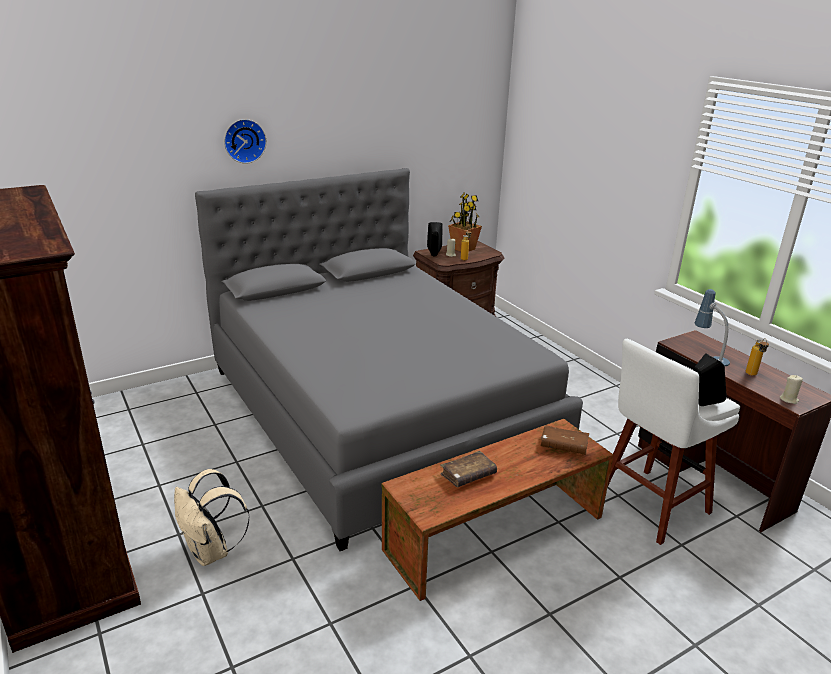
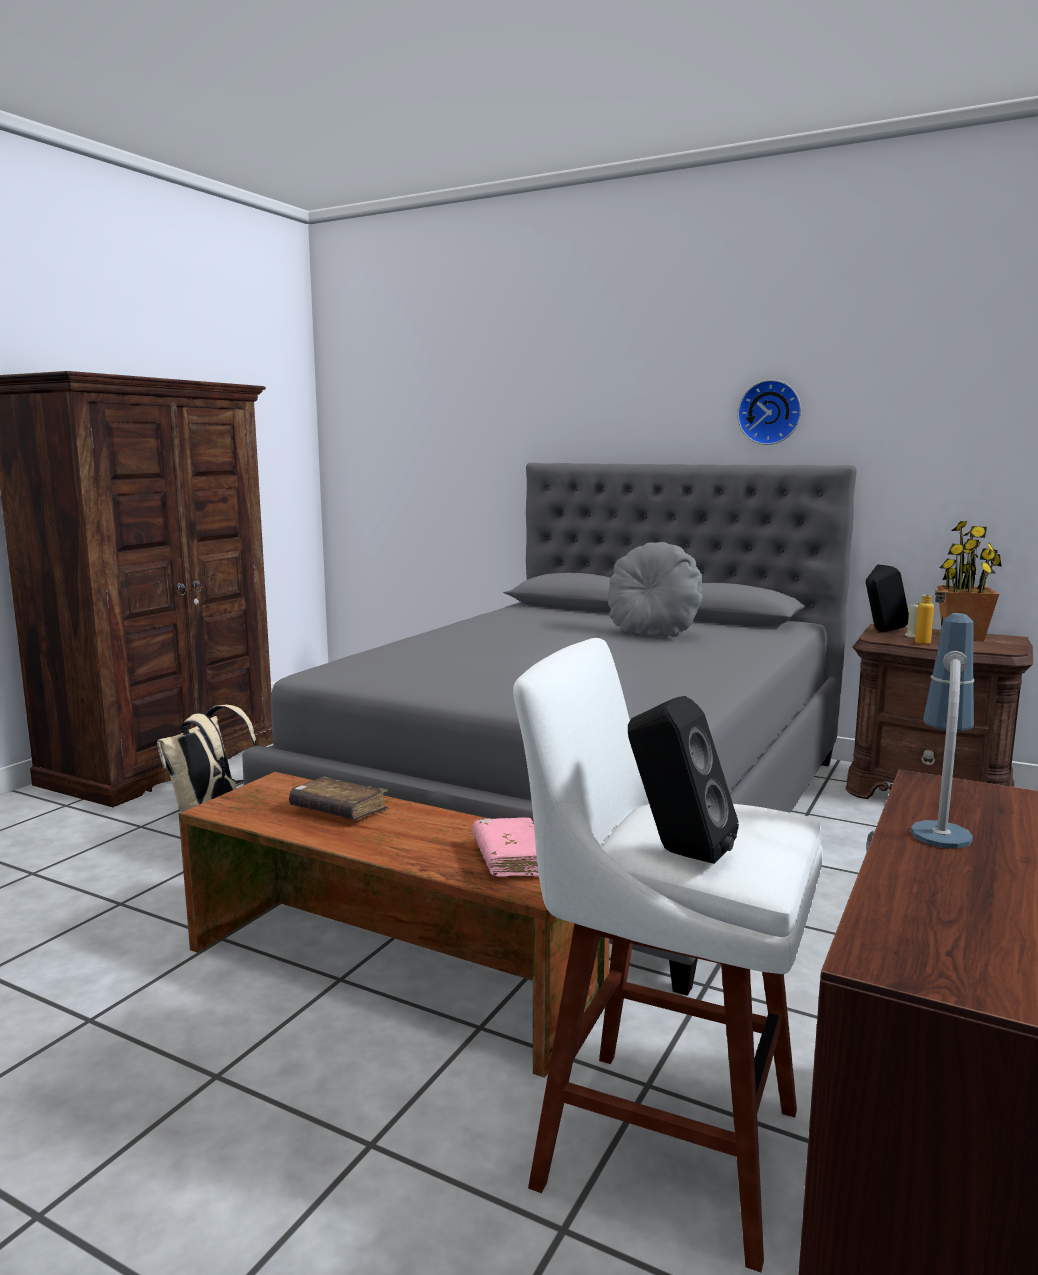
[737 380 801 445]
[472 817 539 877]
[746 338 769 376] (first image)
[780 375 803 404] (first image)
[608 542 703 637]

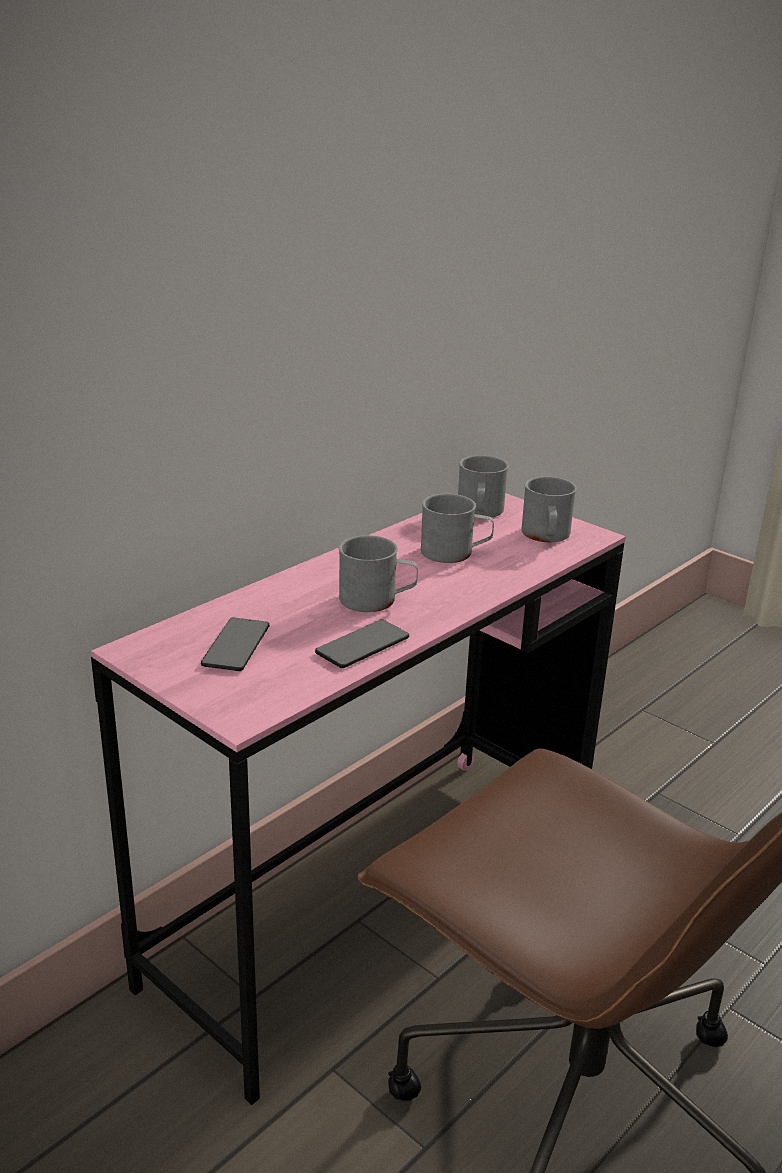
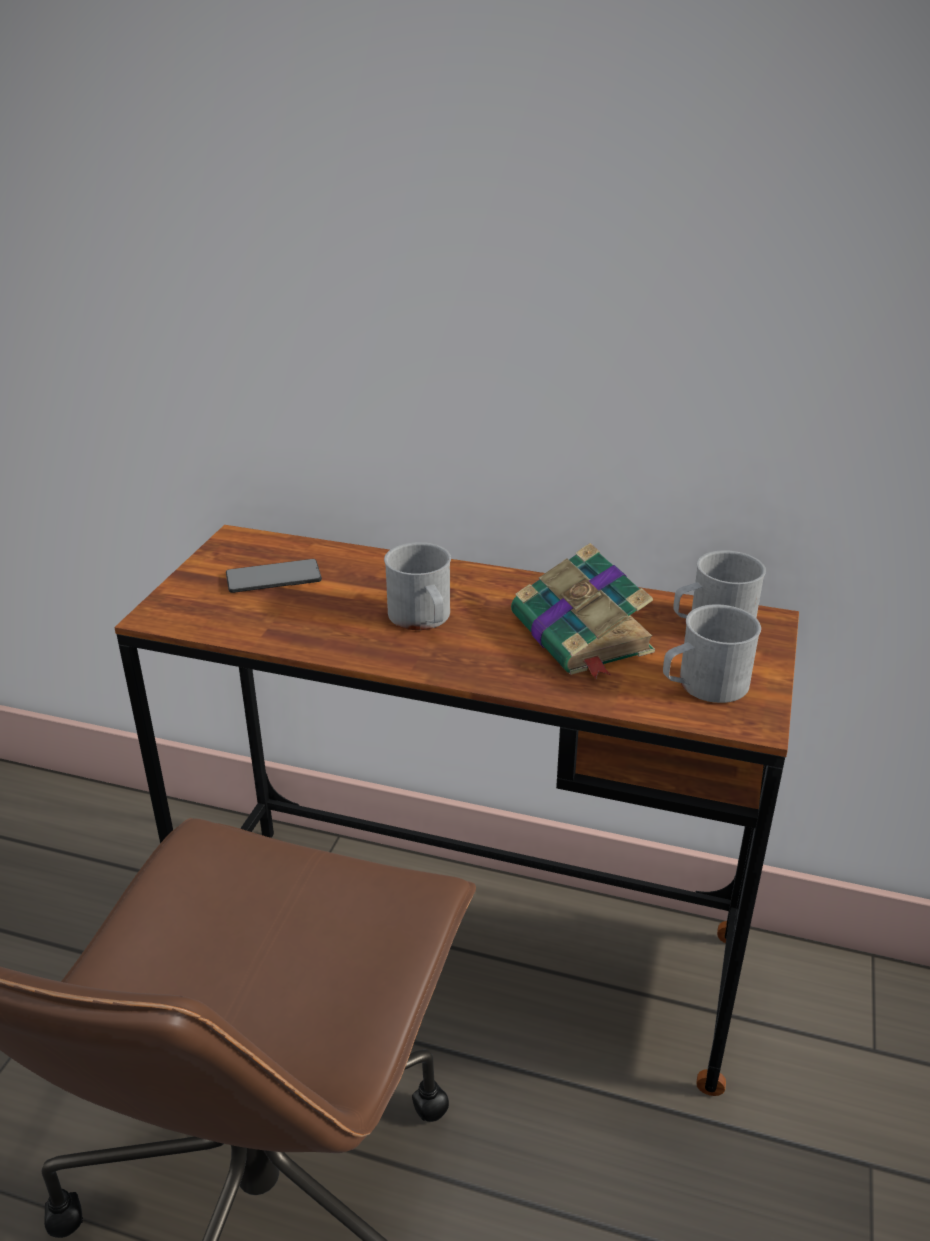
[114 525 799 1096]
[315 620 409 668] (first image)
[511 543 655 678]

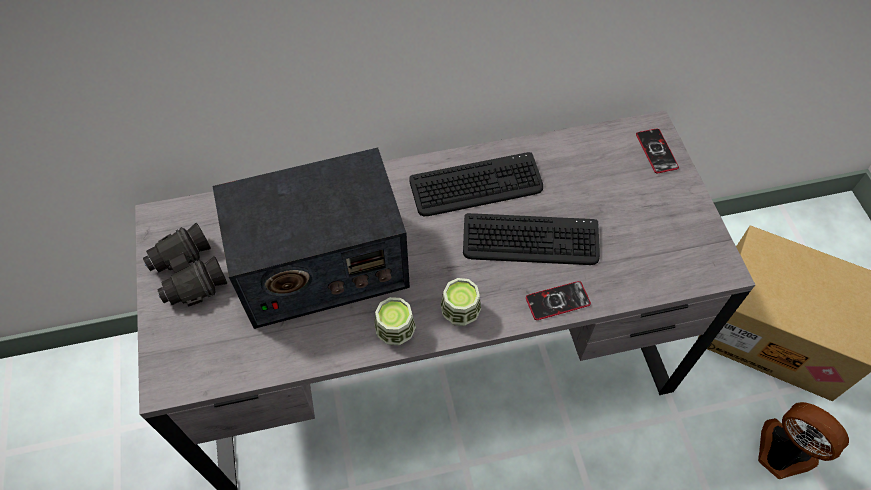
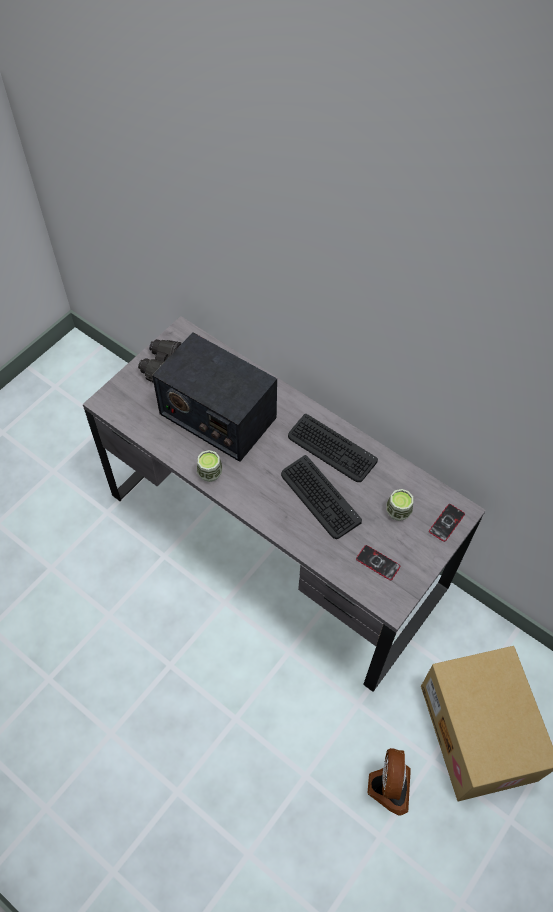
[386 489 413 521]
[356 545 400 580]

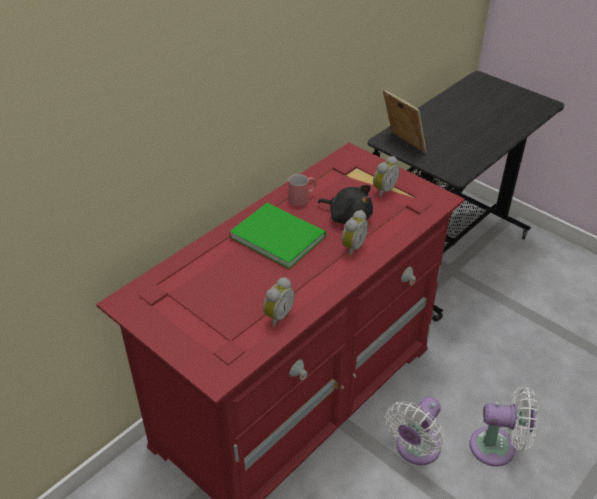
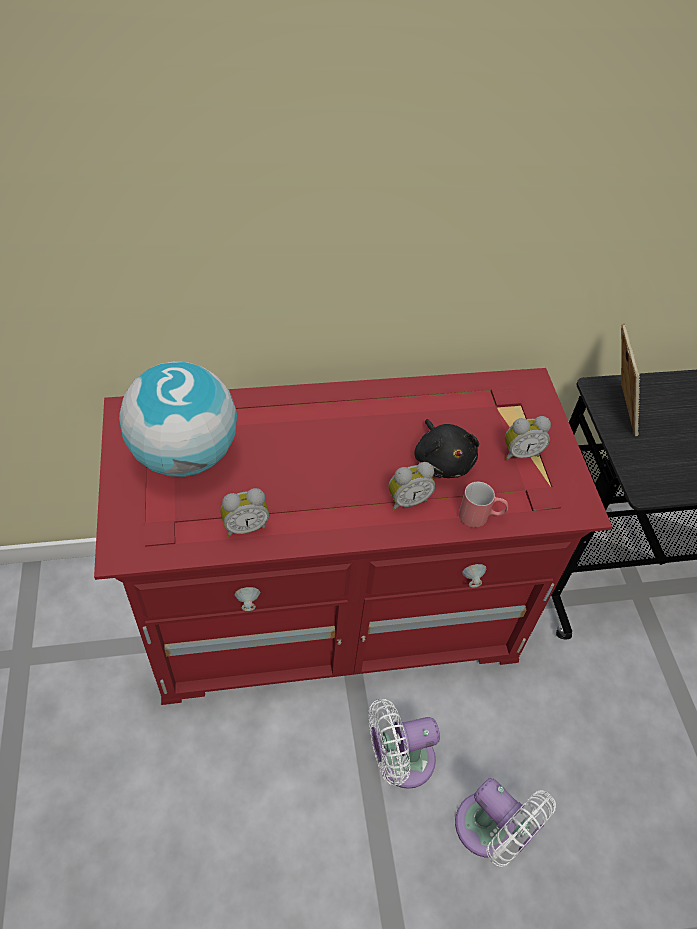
[230 203 326 269] (first image)
[459 482 508 527]
[119 362 237 477]

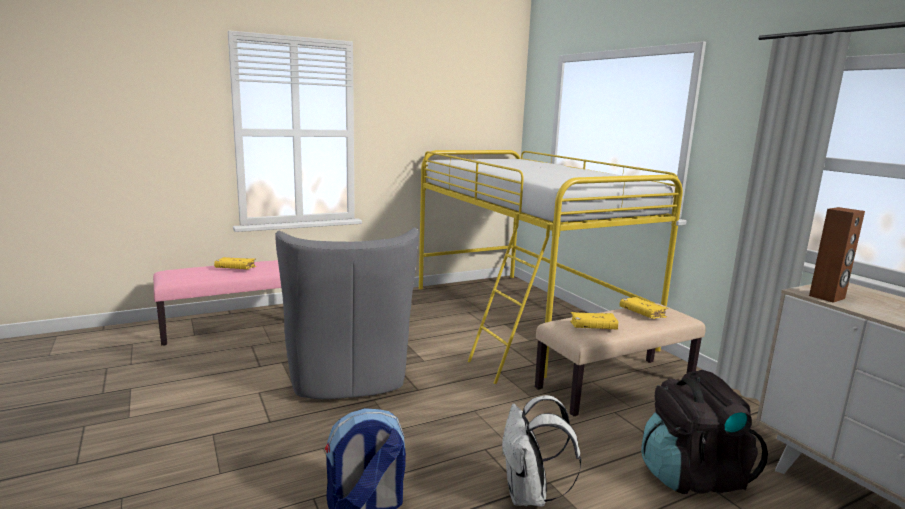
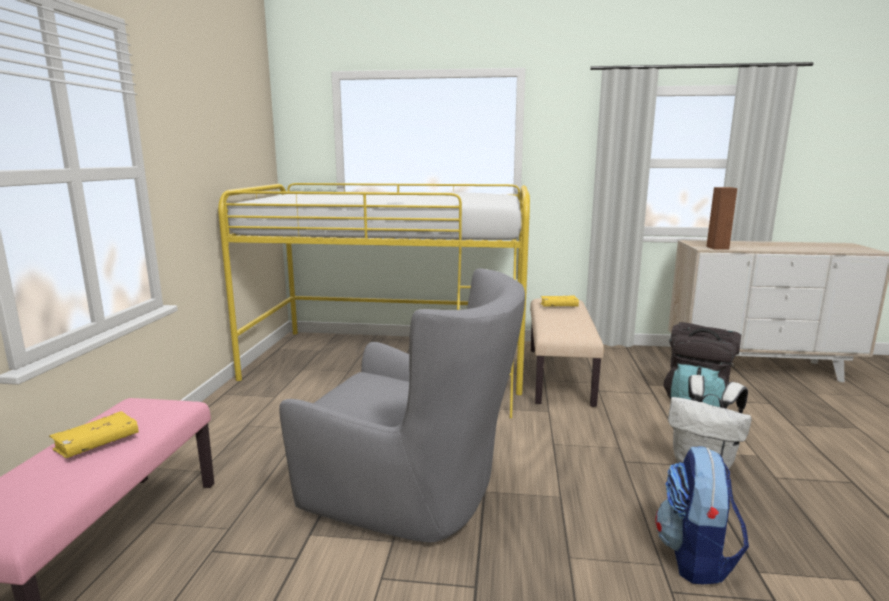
[570 312 619 330] (first image)

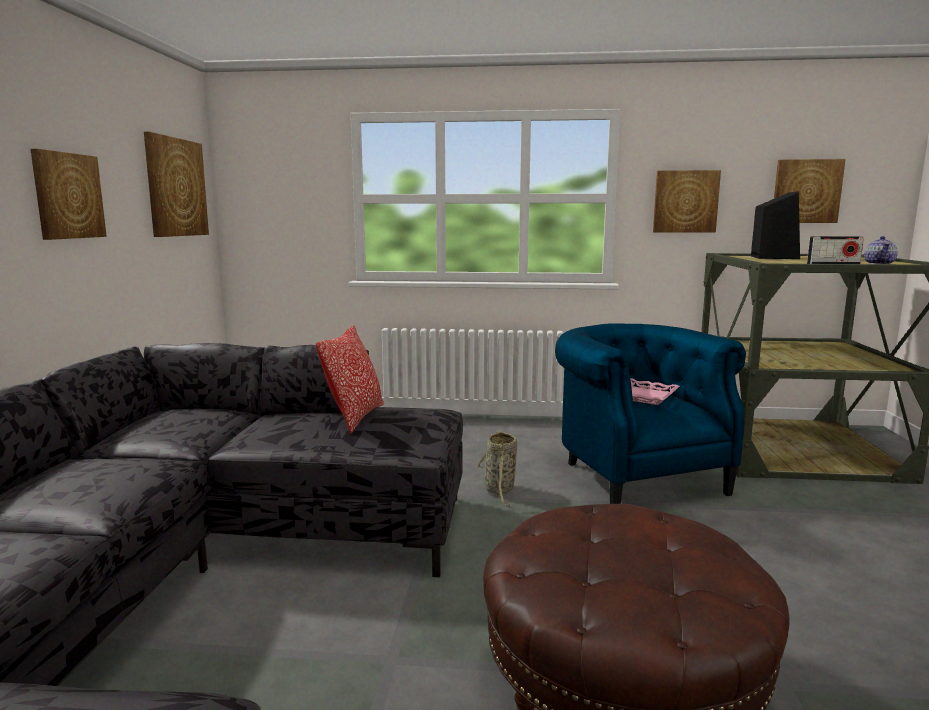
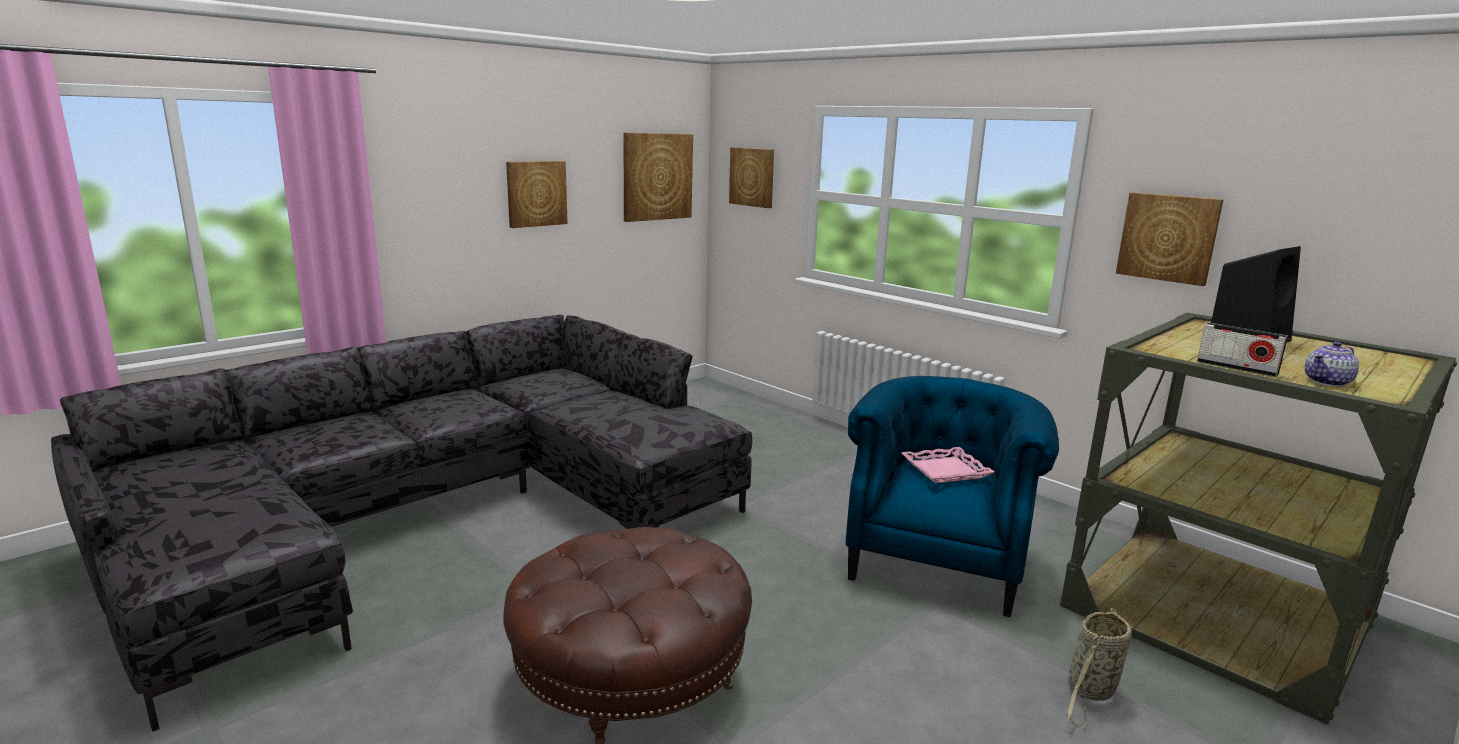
[316 325 384 434] (first image)
[1067 608 1132 728]
[729 147 774 208]

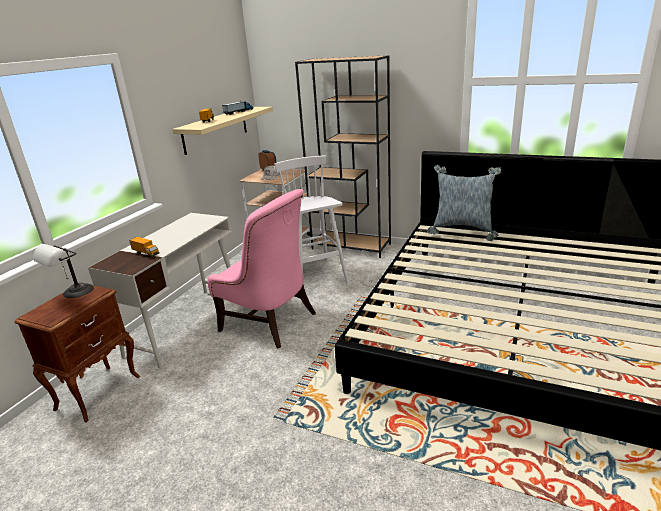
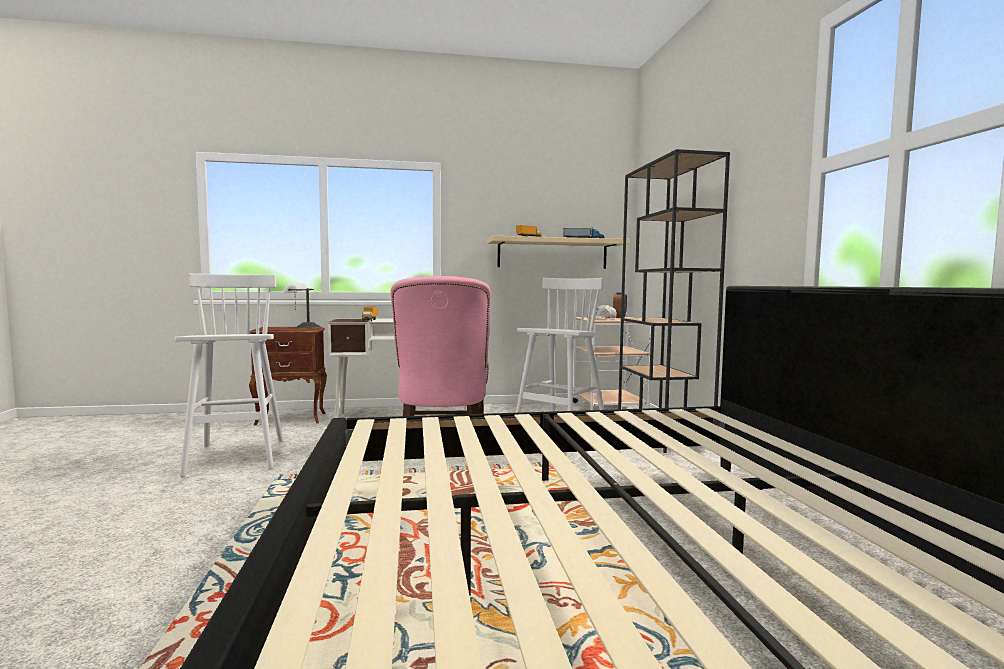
[427 165 501 241] (first image)
[175 273 283 477]

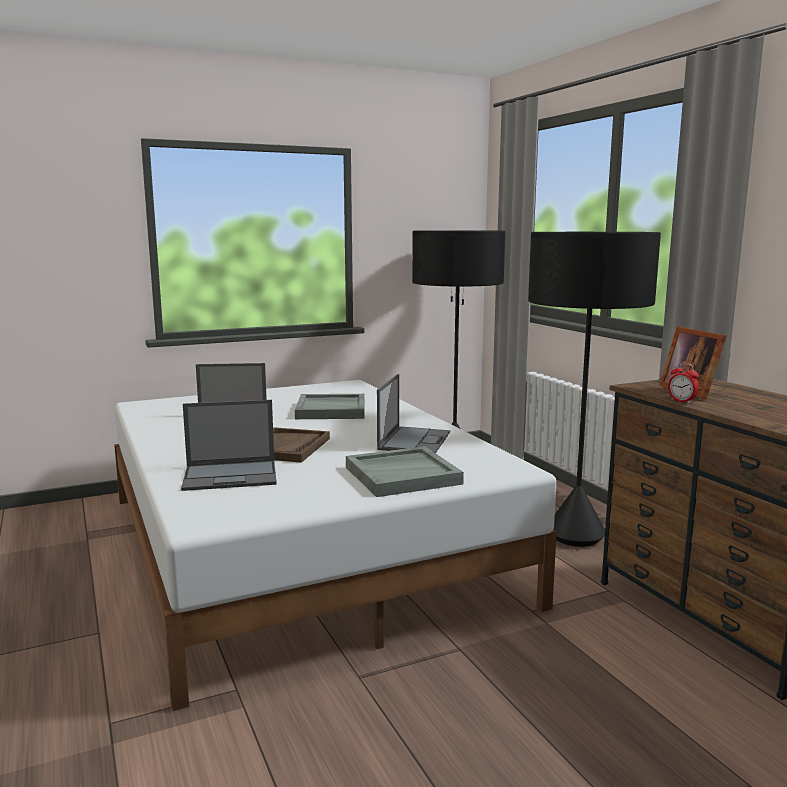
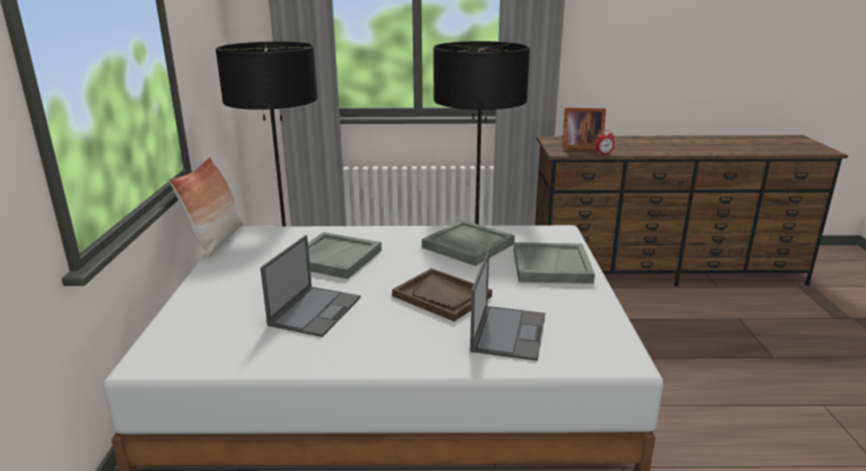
[422 220 515 266]
[169 157 243 258]

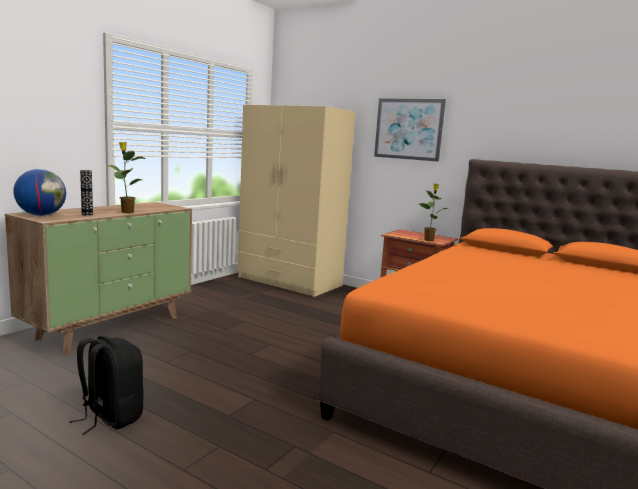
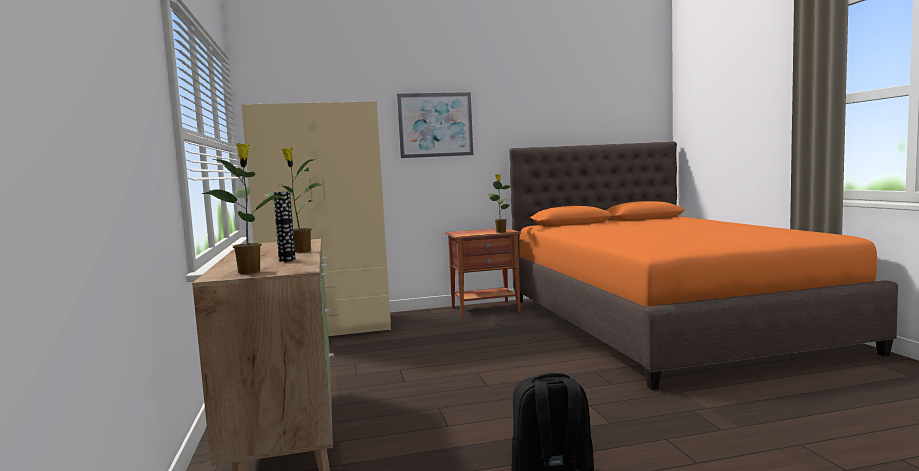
[201 143 283 274]

